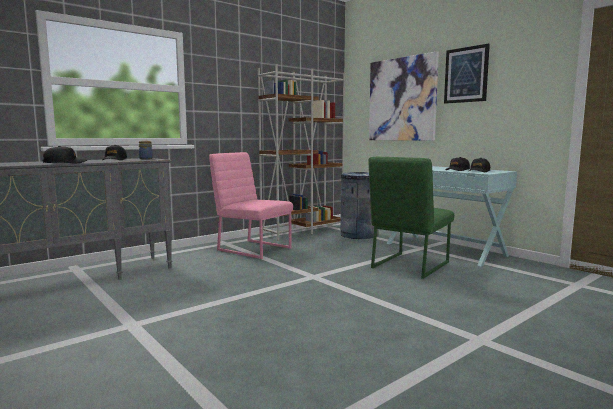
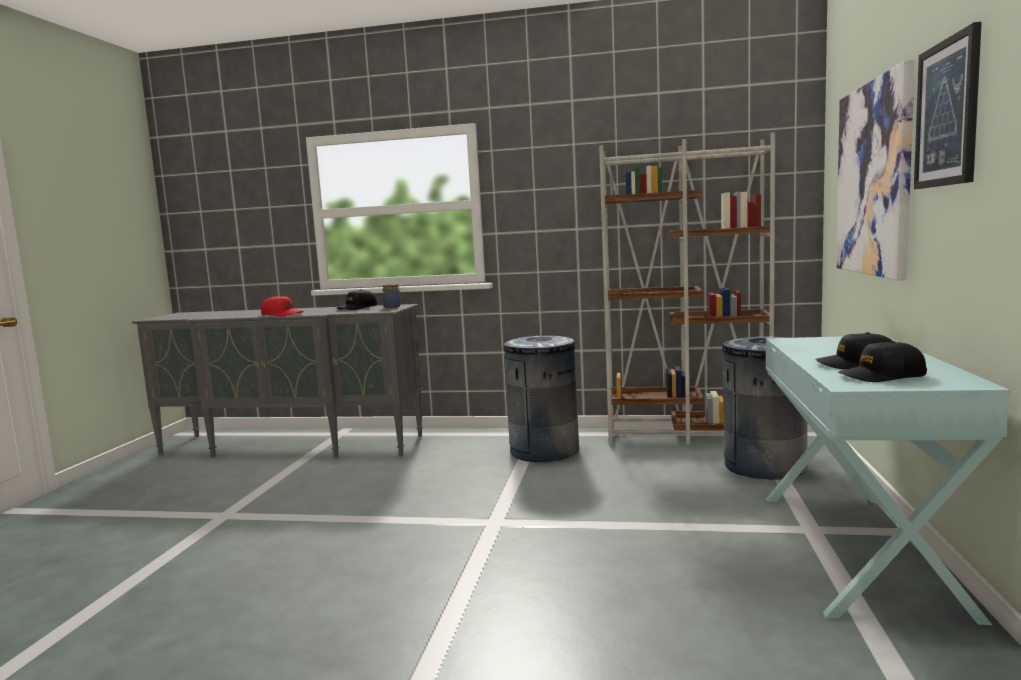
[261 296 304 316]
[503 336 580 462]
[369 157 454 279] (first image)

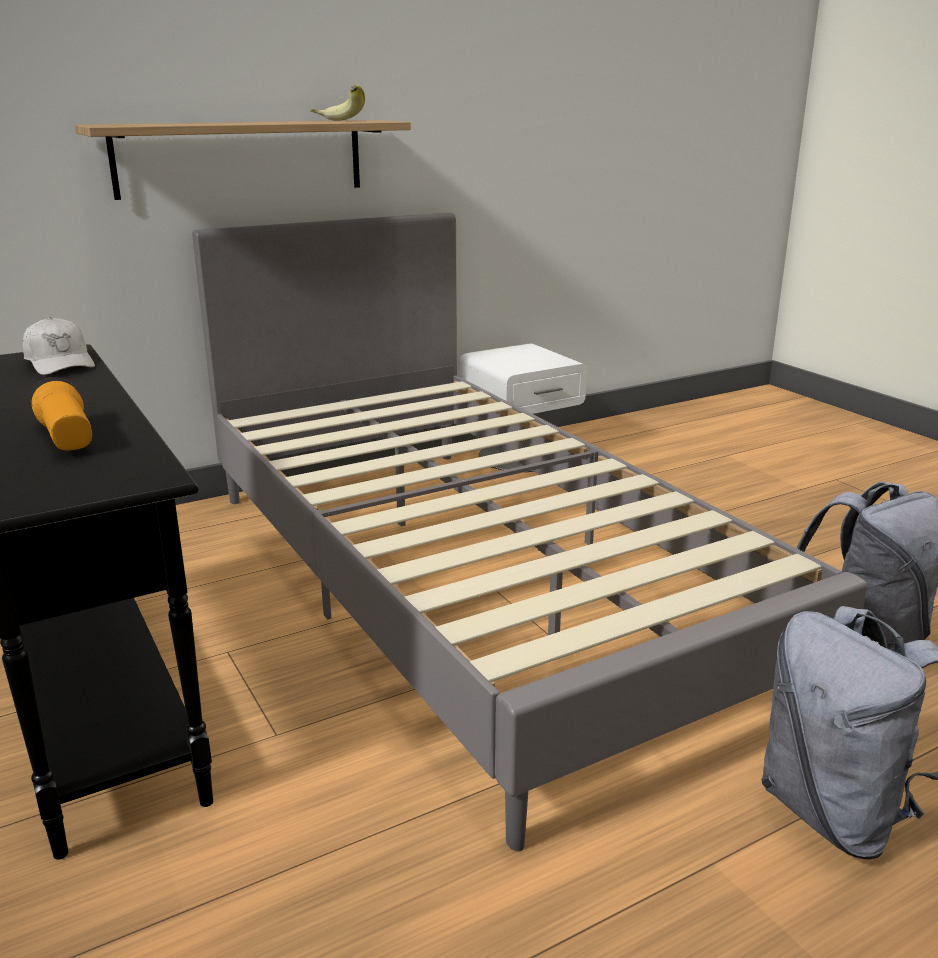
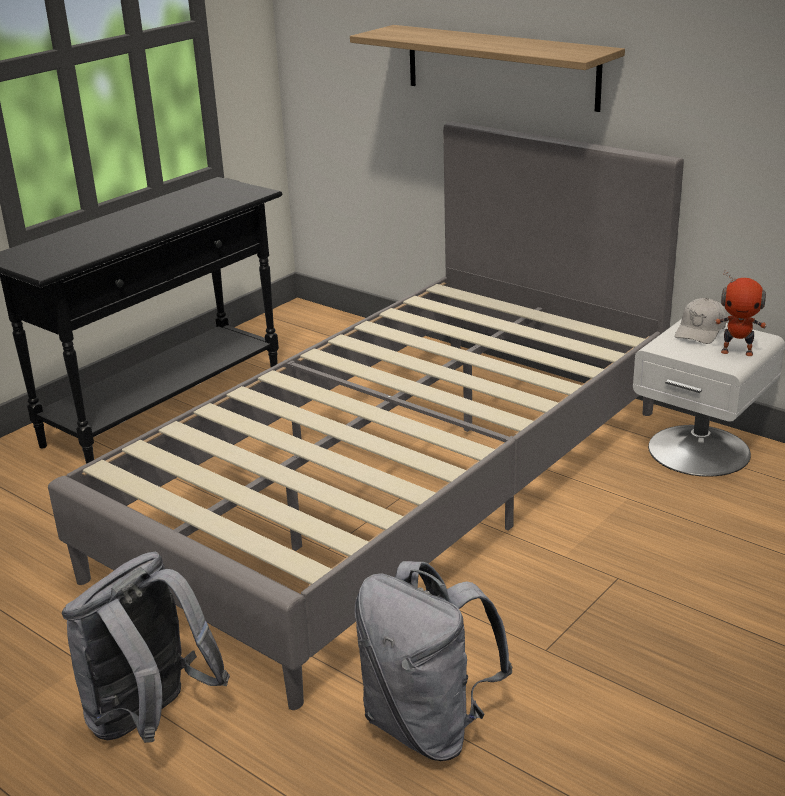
[675 298 727 344]
[30 377 92 451] (first image)
[310 85 365 121] (first image)
[715 271 767 356]

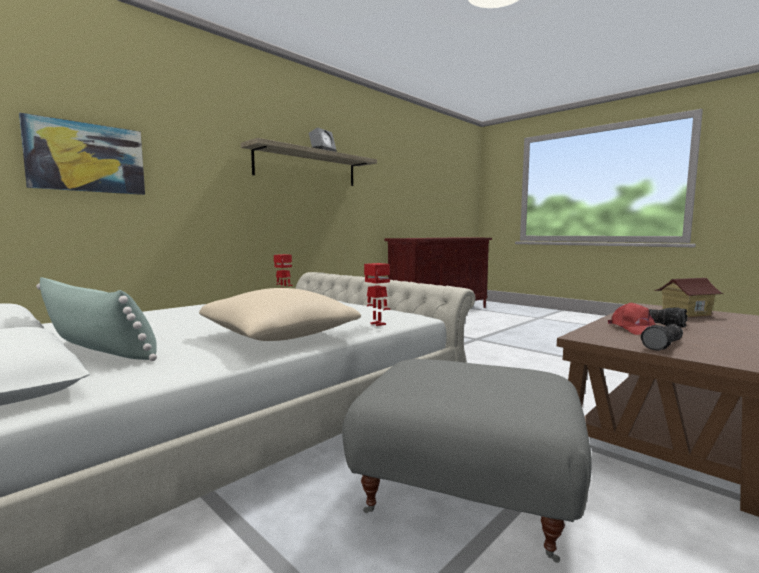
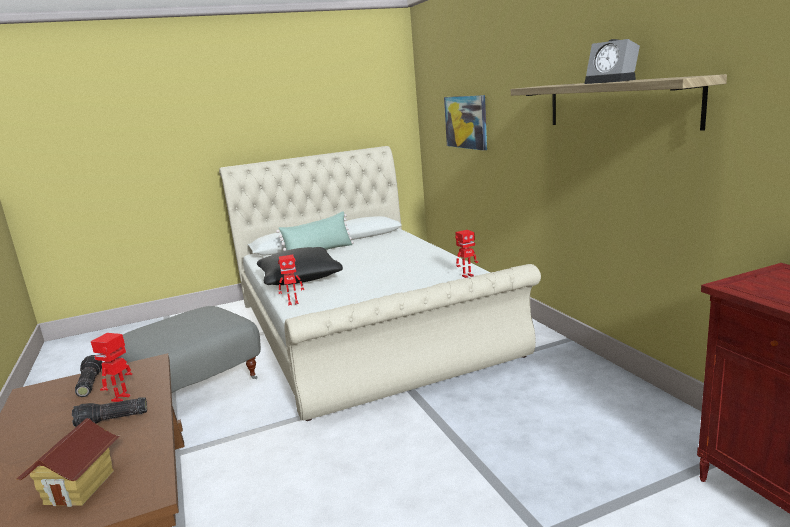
[257 247 343 285]
[91 333 132 402]

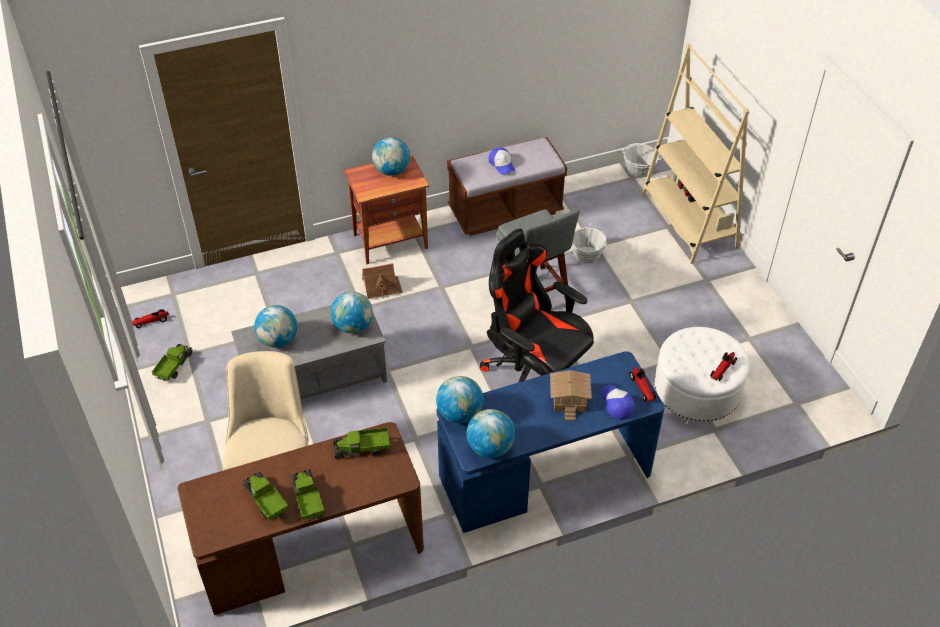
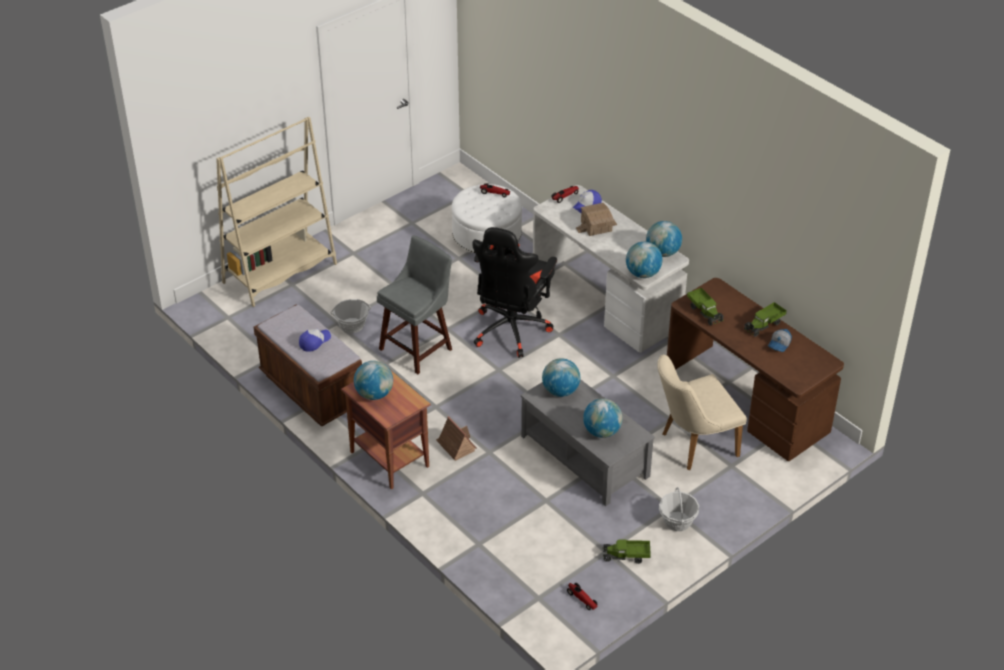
[768 329 792 352]
[533 185 689 353]
[659 487 699 531]

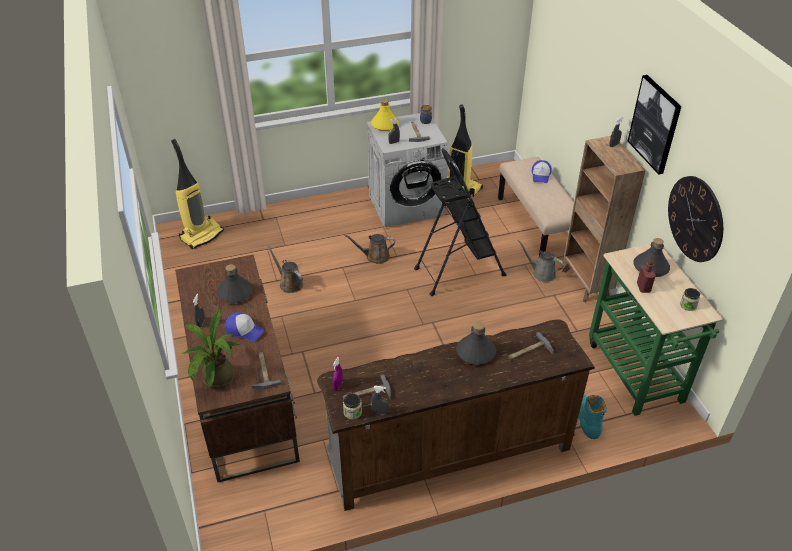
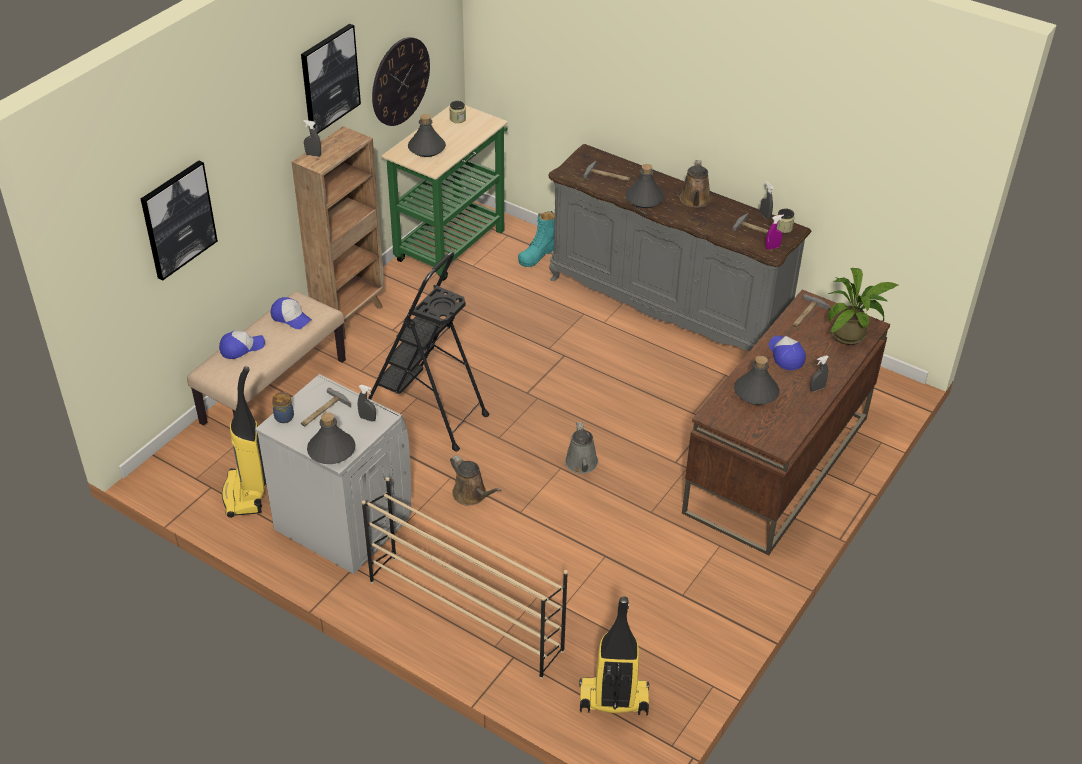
[680 160 711 208]
[307 412 356 464]
[565 422 598 474]
[637 260 656 293] (first image)
[141 161 218 281]
[271 297 312 329]
[362 477 568 679]

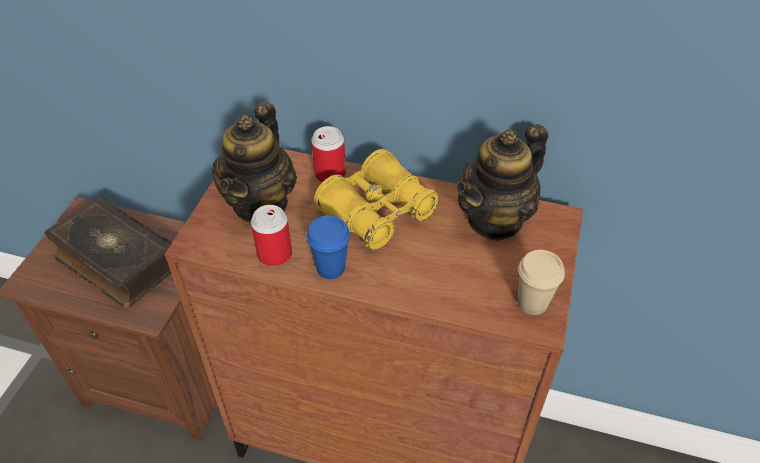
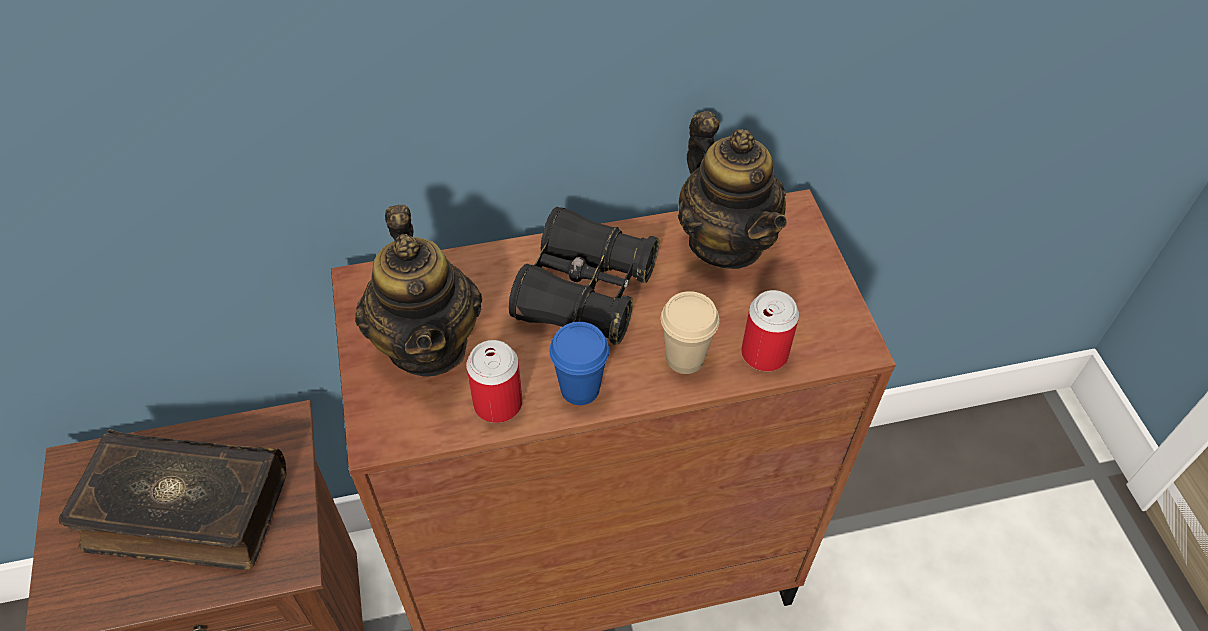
[741 290 799 371]
[509 207 659 344]
[678 111 787 269]
[661 291 719 374]

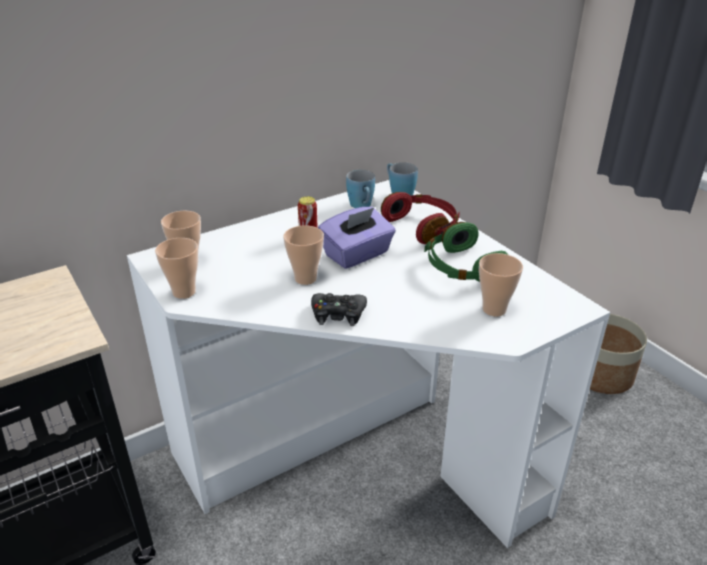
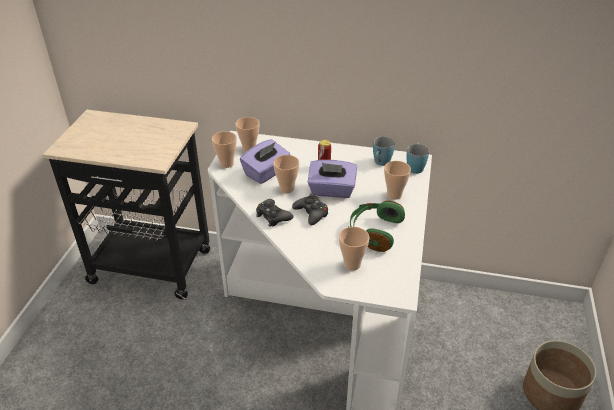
[384 161 411 200]
[240 139 290 184]
[292 193 328 226]

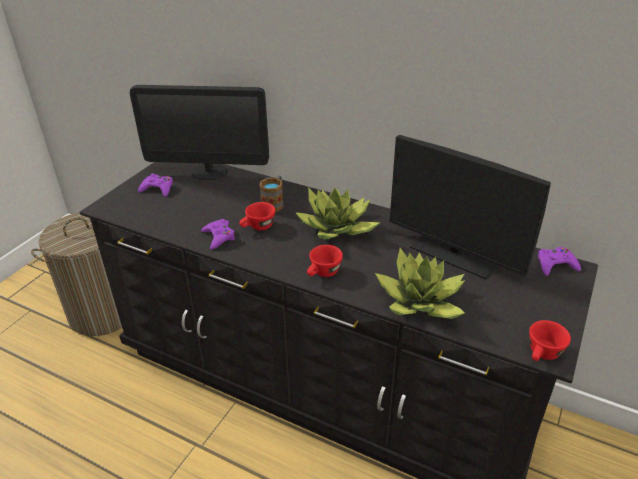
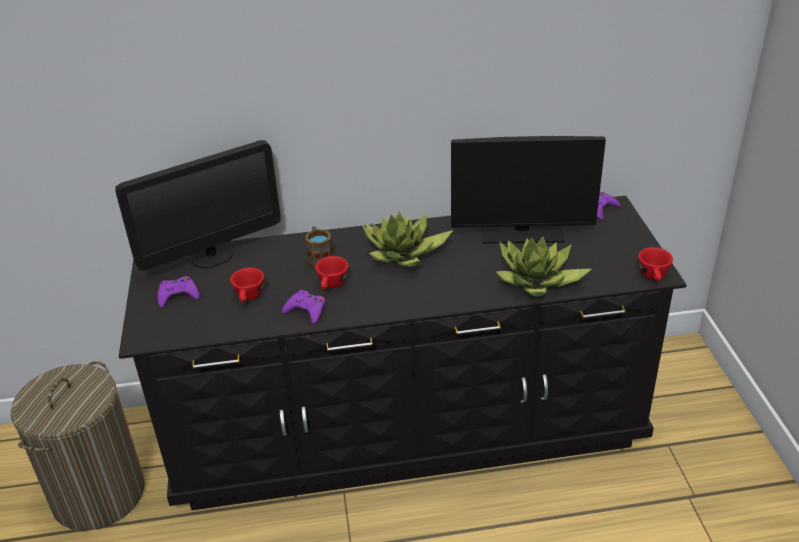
[230 268 264 302]

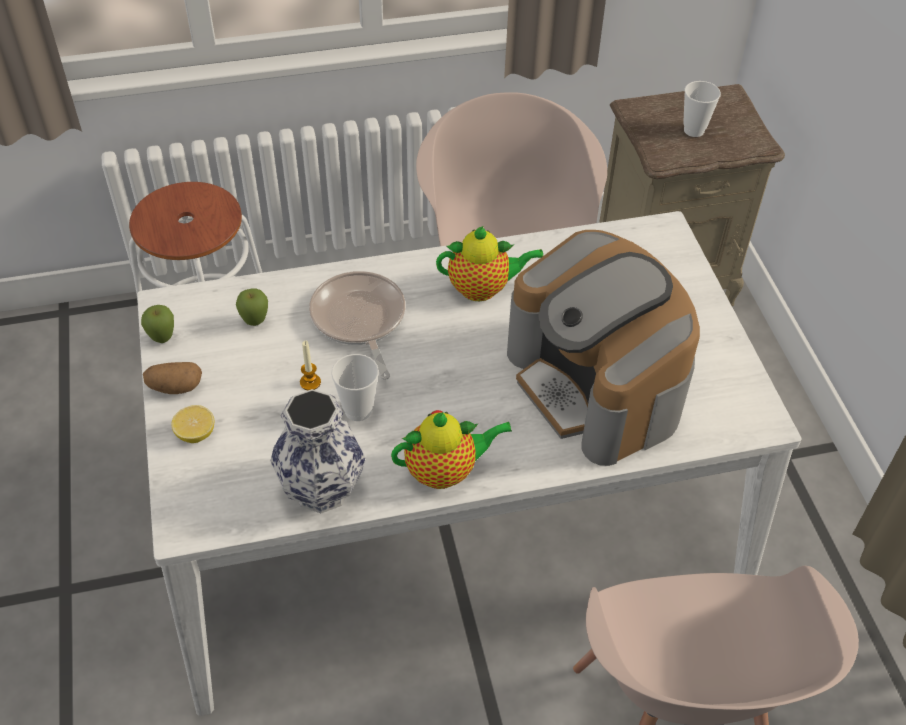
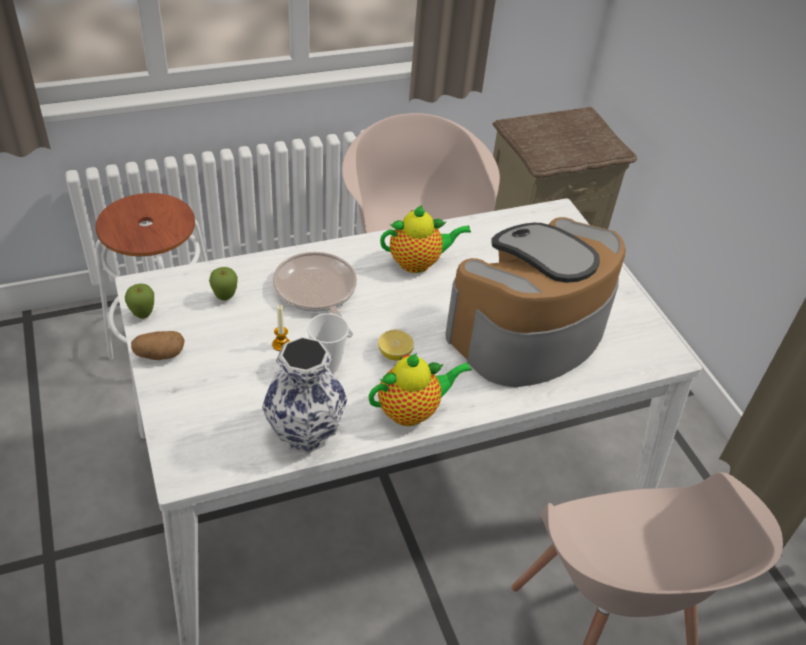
[378 330 414 361]
[445 217 626 387]
[683 81 721 137] (first image)

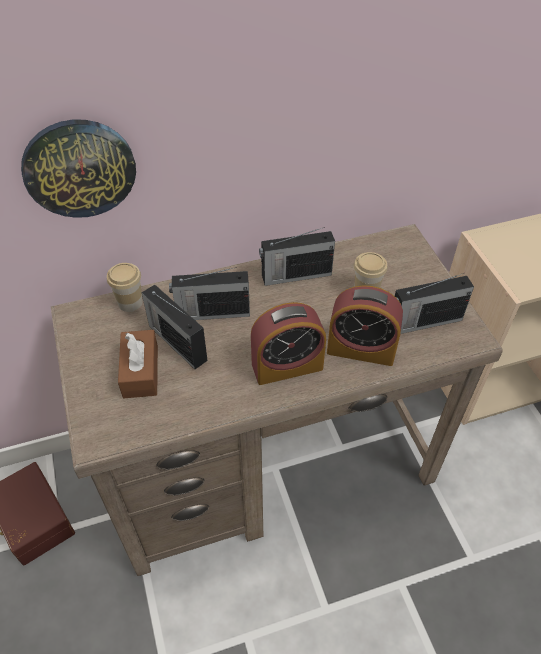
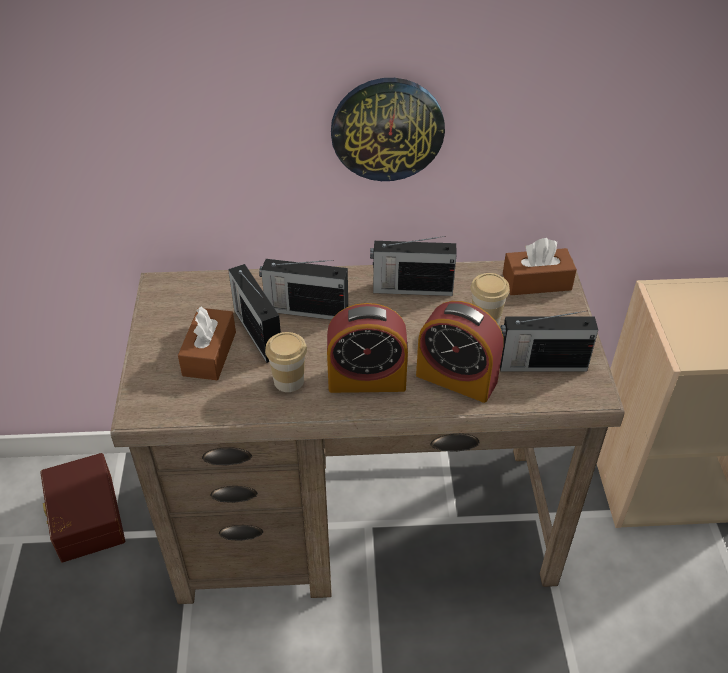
[331 78 445 181]
[265 332 307 392]
[503 238 577 295]

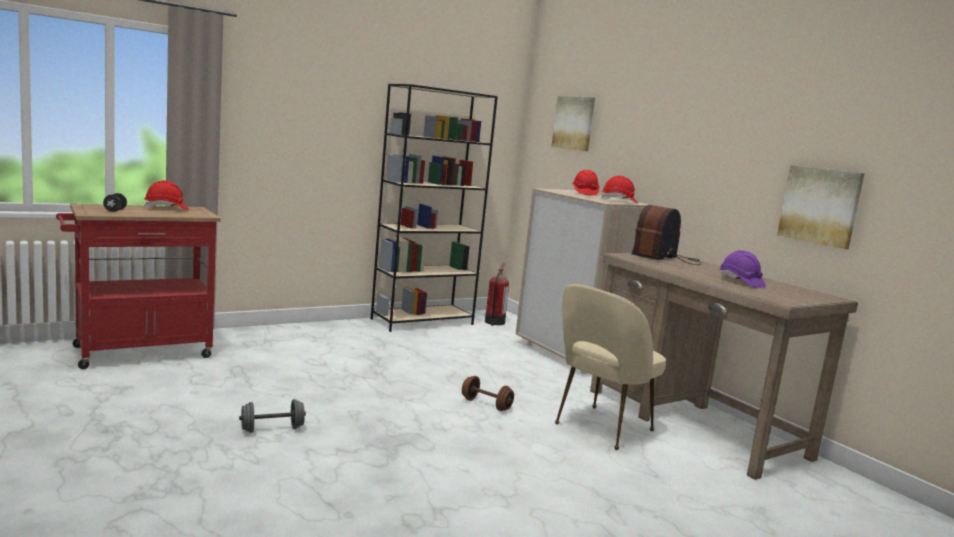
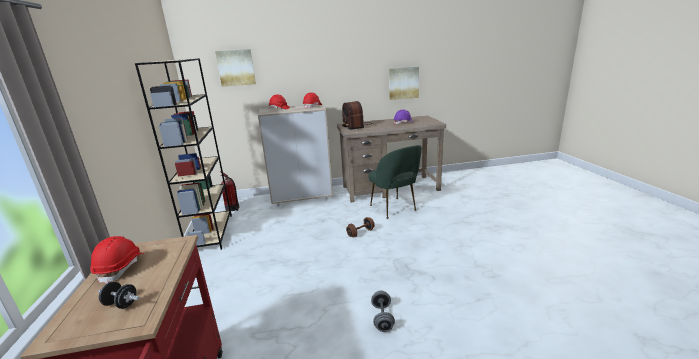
[369 145 422 219]

